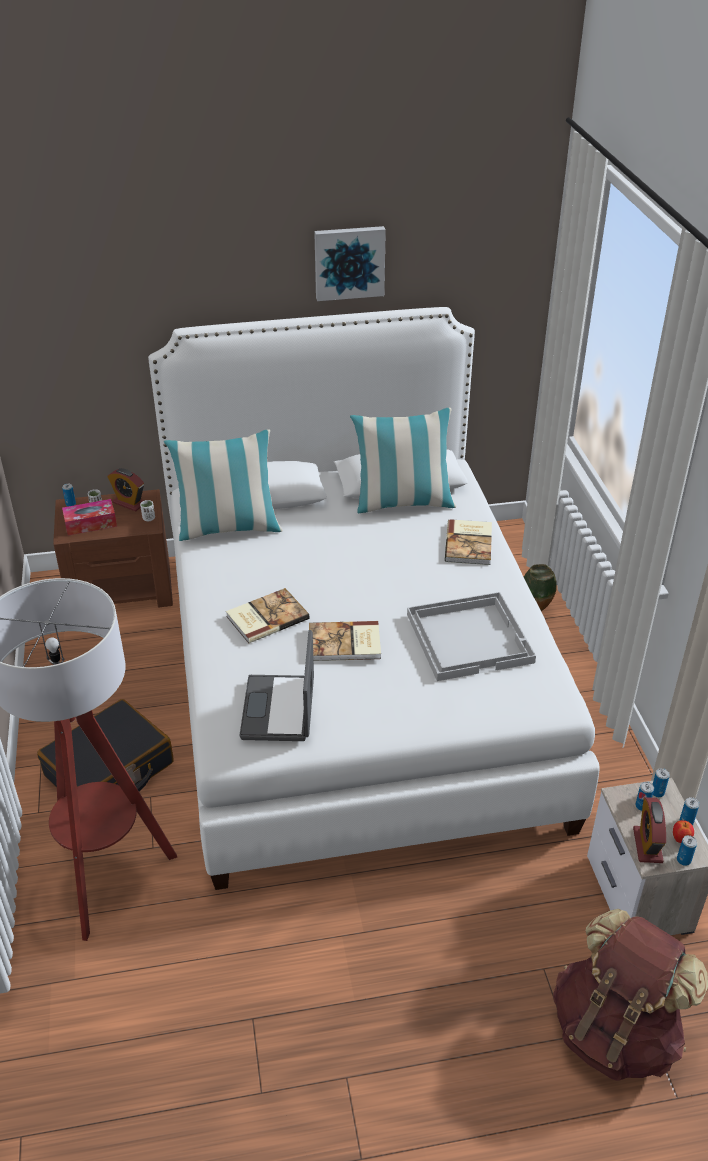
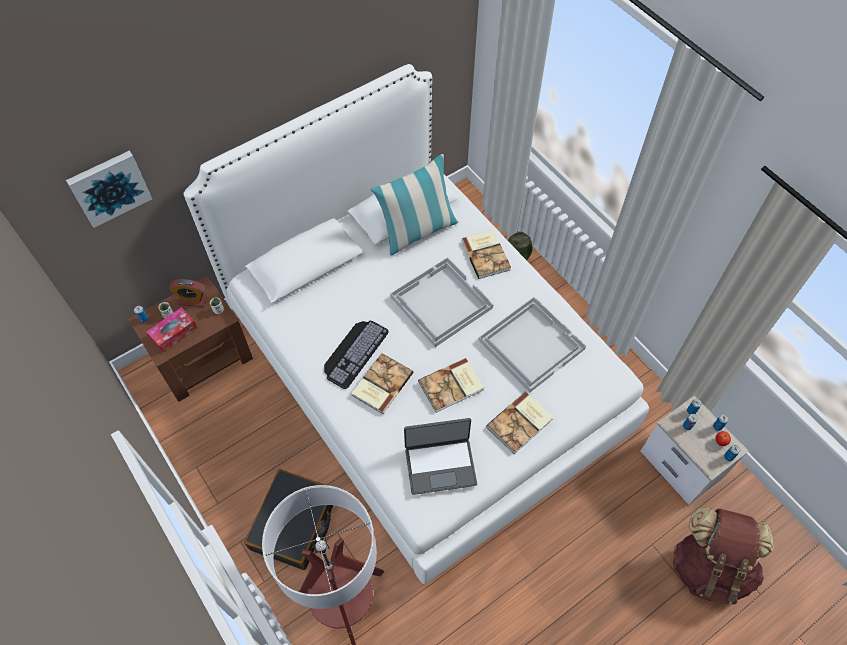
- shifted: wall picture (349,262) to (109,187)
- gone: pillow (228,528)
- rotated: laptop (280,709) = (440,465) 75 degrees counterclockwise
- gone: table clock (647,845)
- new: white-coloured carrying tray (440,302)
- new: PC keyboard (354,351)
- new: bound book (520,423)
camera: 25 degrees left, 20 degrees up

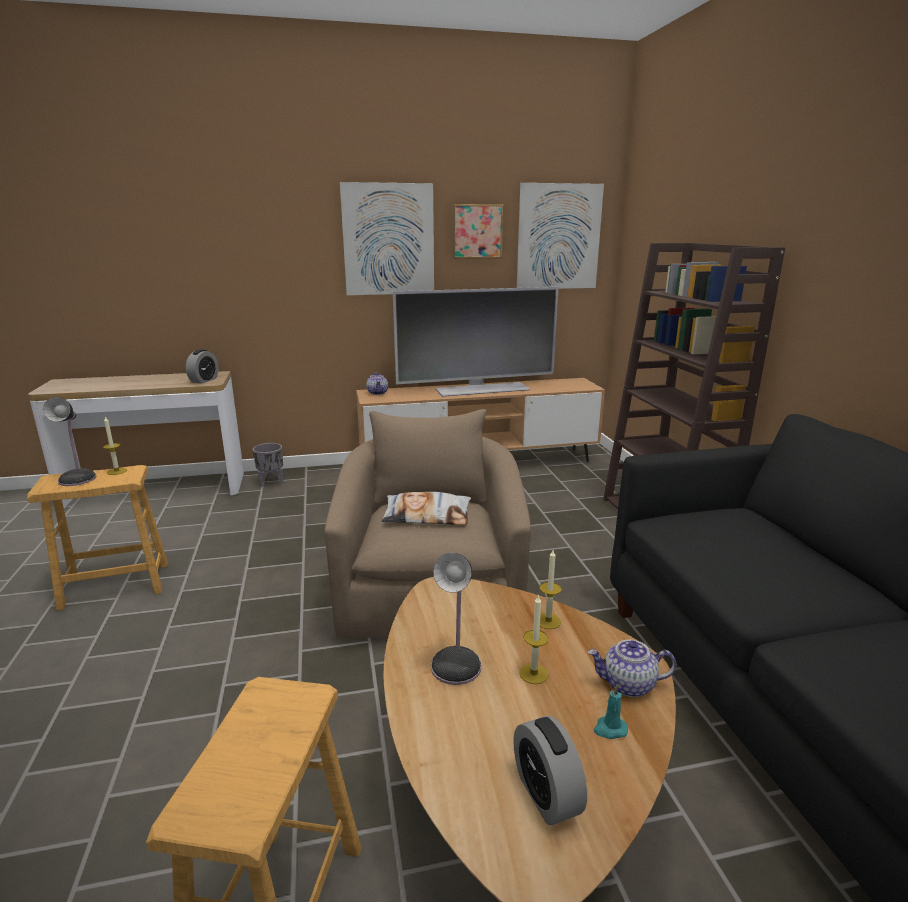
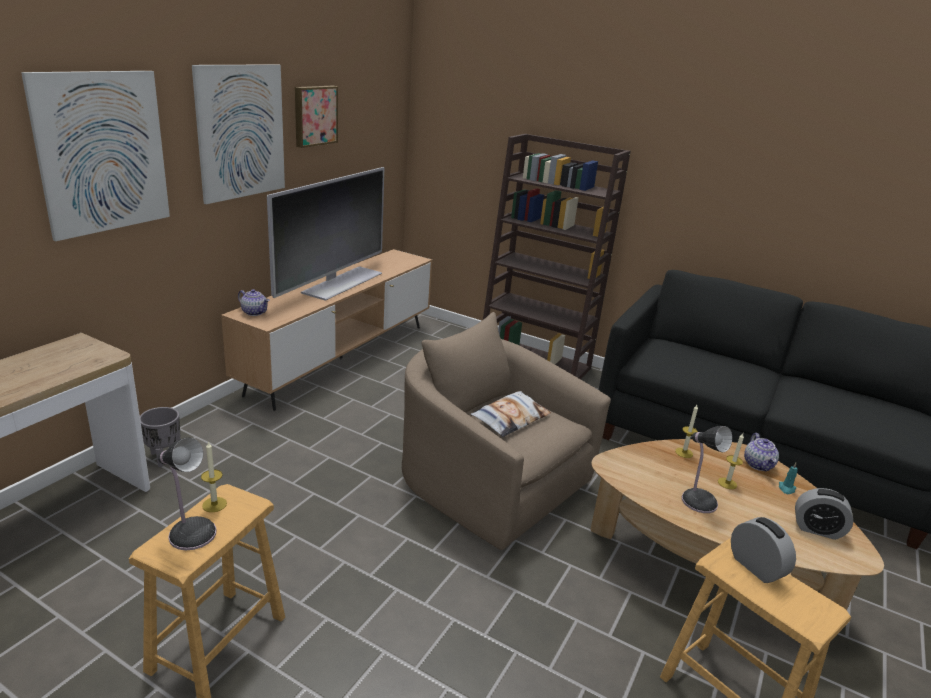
- shifted: wall picture (558,237) to (103,153)
- shifted: table clock (204,380) to (756,567)
- rotated: teapot (628,685) = (758,465) 45 degrees counterclockwise
camera: 50 degrees left, 5 degrees up

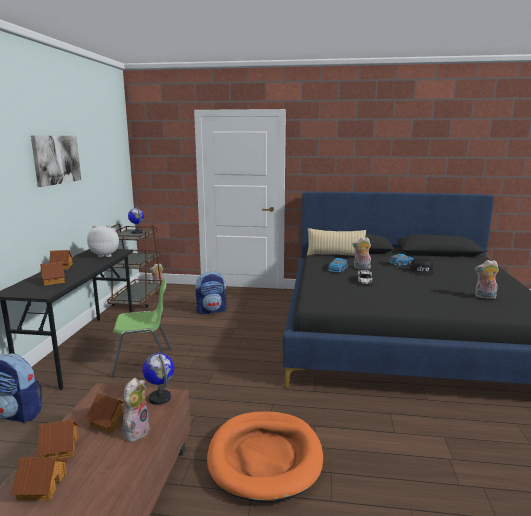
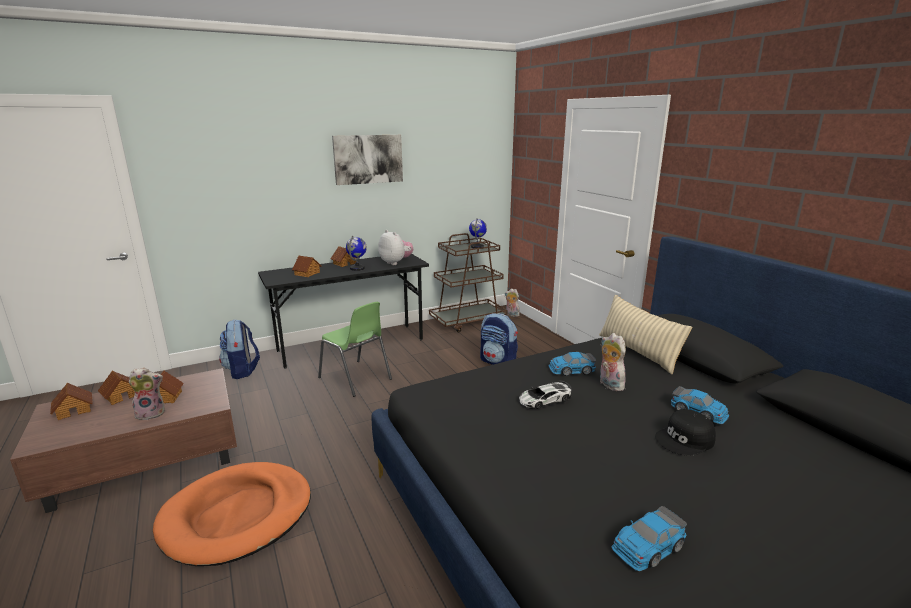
- swapped: plush toy (484,297) to model car (647,547)
- shifted: world globe (160,398) to (357,268)
camera: 55 degrees right, 5 degrees up

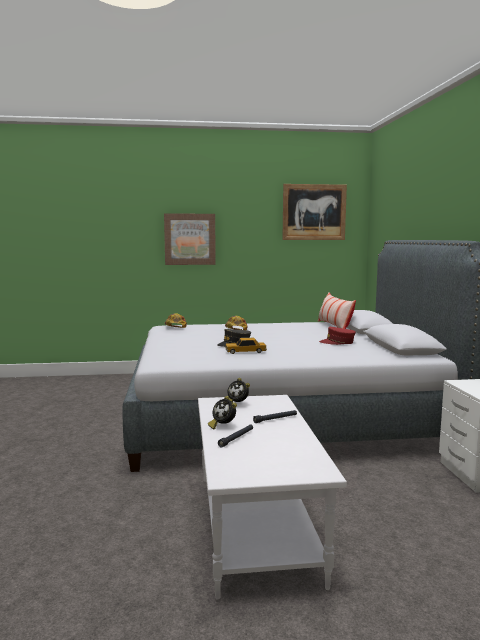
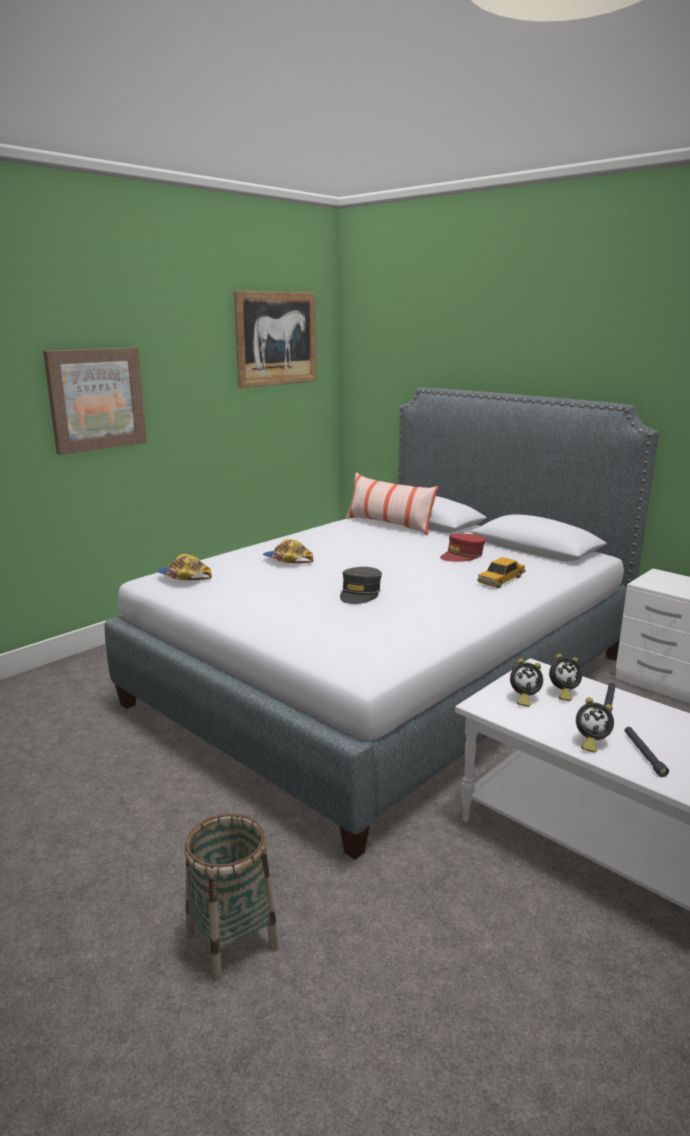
- shifted: model car (245,352) to (501,580)
- new: table clock (562,693)
- new: basket (231,940)
camera: 40 degrees left, 10 degrees up

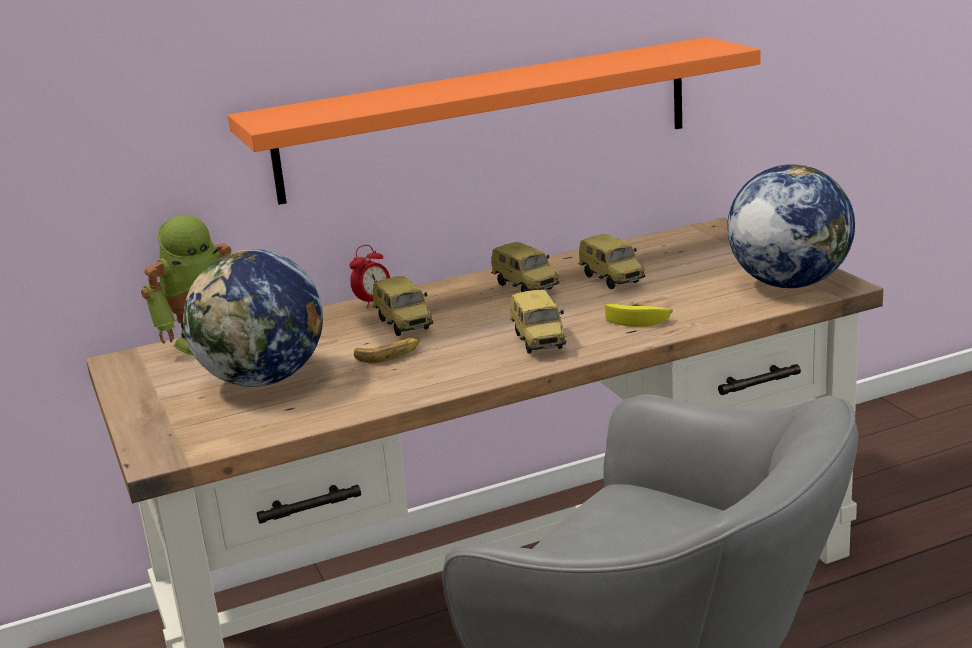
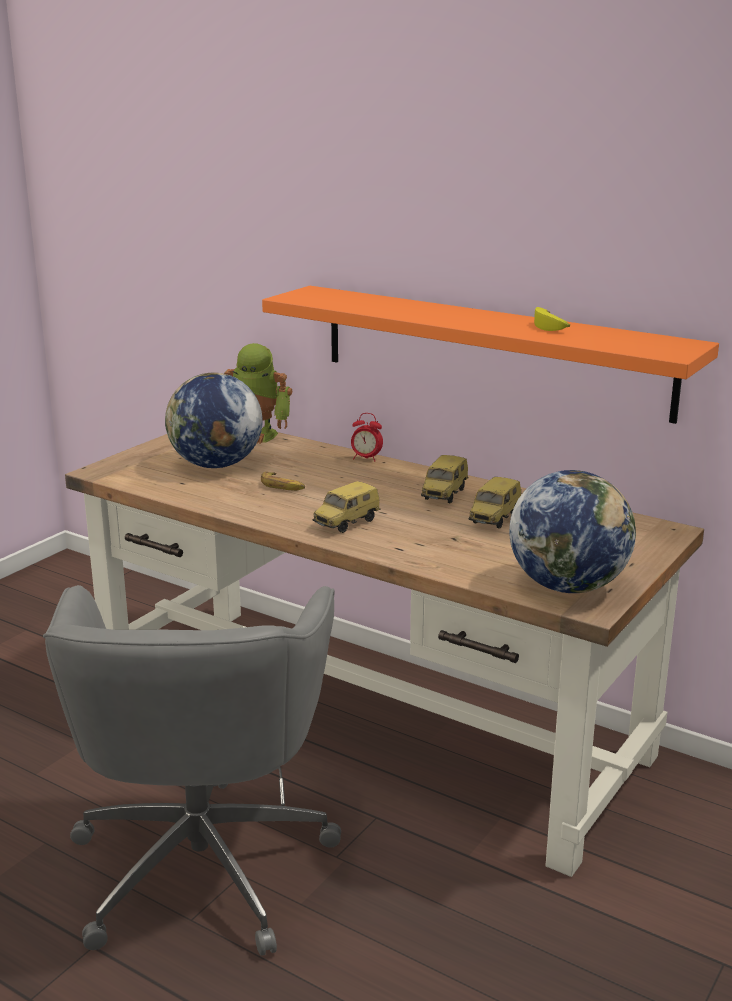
- gone: model car (406,325)
- shifted: banana (638,320) to (551,327)
camera: 55 degrees right, 0 degrees up

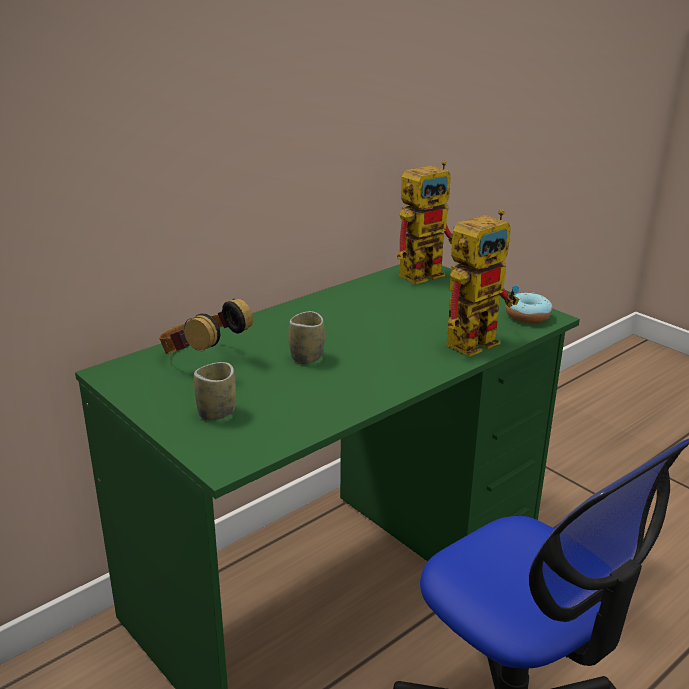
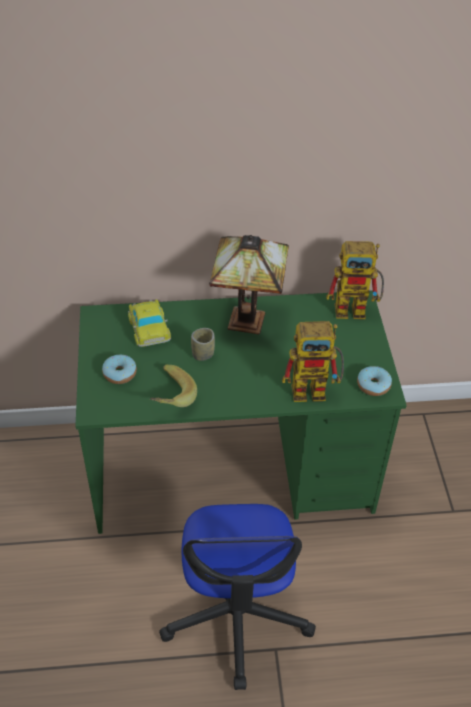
- swapped: headset (203,358) to model car (149,327)
- swapped: drinking cup (216,412) to doughnut (120,373)
- new: lamp for a table (249,320)
- new: banana (168,397)
camera: 35 degrees right, 20 degrees up

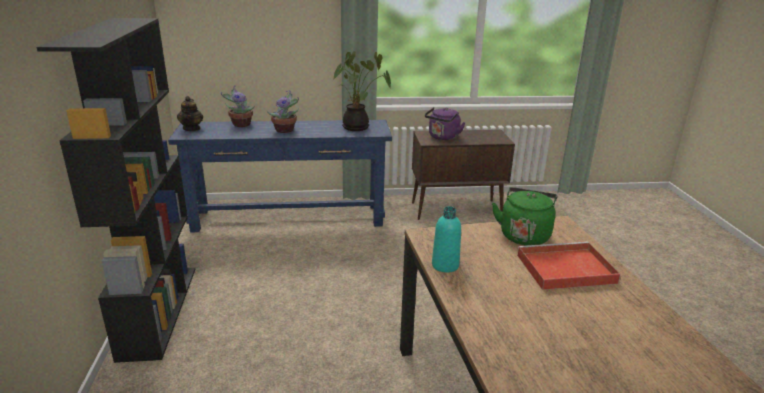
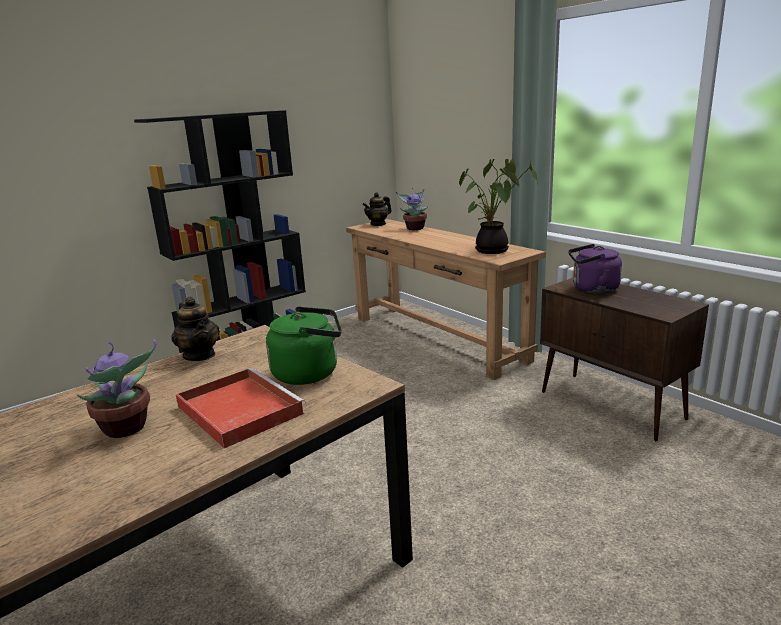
- shifted: potted plant (286,130) to (126,429)
- repainted: blue-coloured console table (289,218) to brownish console table (436,338)
- swapped: turquoise-coloured drink bottle (445,265) to teapot (200,355)
camera: 60 degrees right, 5 degrees down

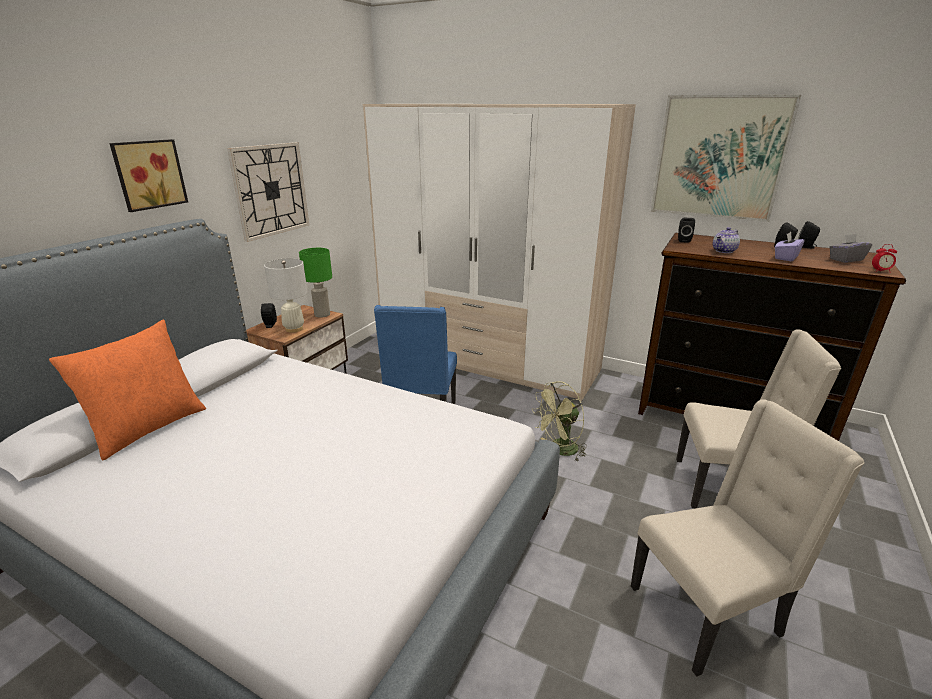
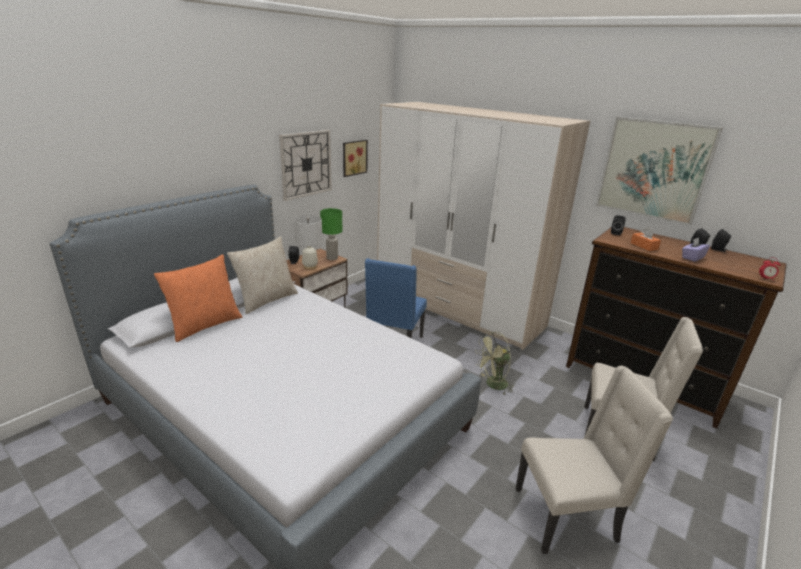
- shifted: wall picture (148,174) to (353,157)
- swapped: teapot (724,251) to orange tissue box (644,246)
- gone: greyish tissue box (845,259)
- new: beige-coloured pillow (266,300)
camera: 10 degrees right, 0 degrees up

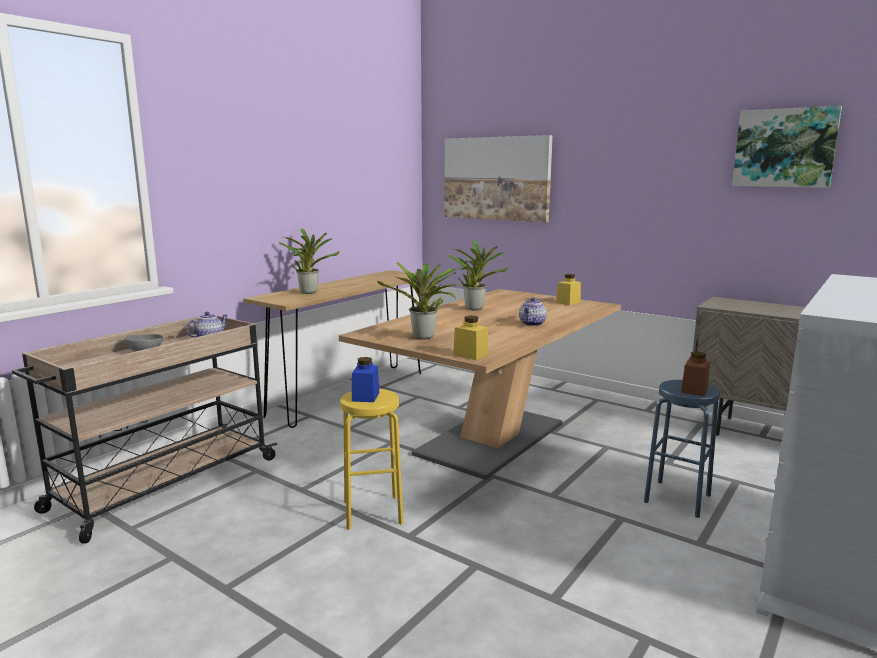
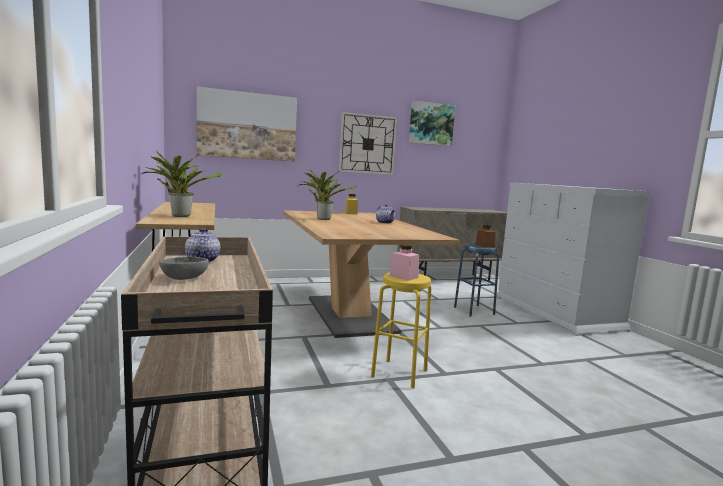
- gone: potted plant (424,338)
- gone: yellow jar (470,355)
- repainted: blue-coloured jar (365,396) to pink-coloured jar (403,277)
- new: wall clock (367,144)
camera: 55 degrees left, 5 degrees down

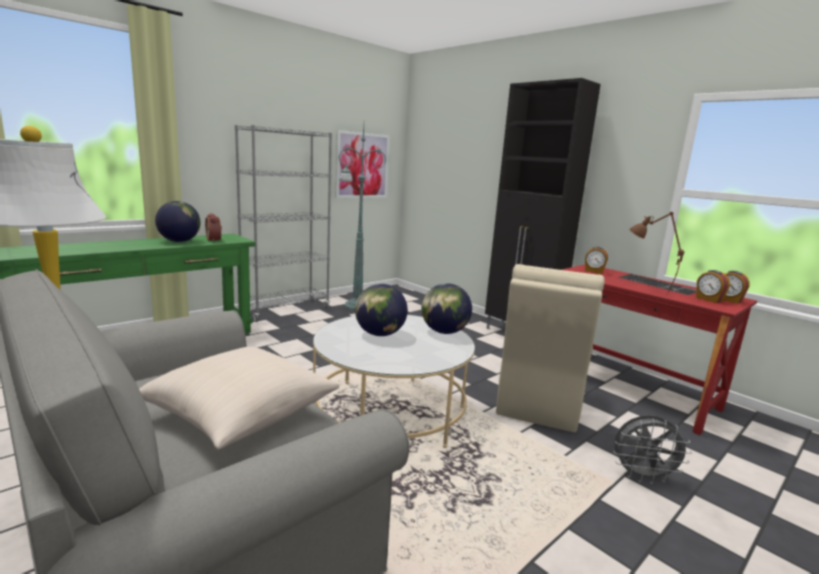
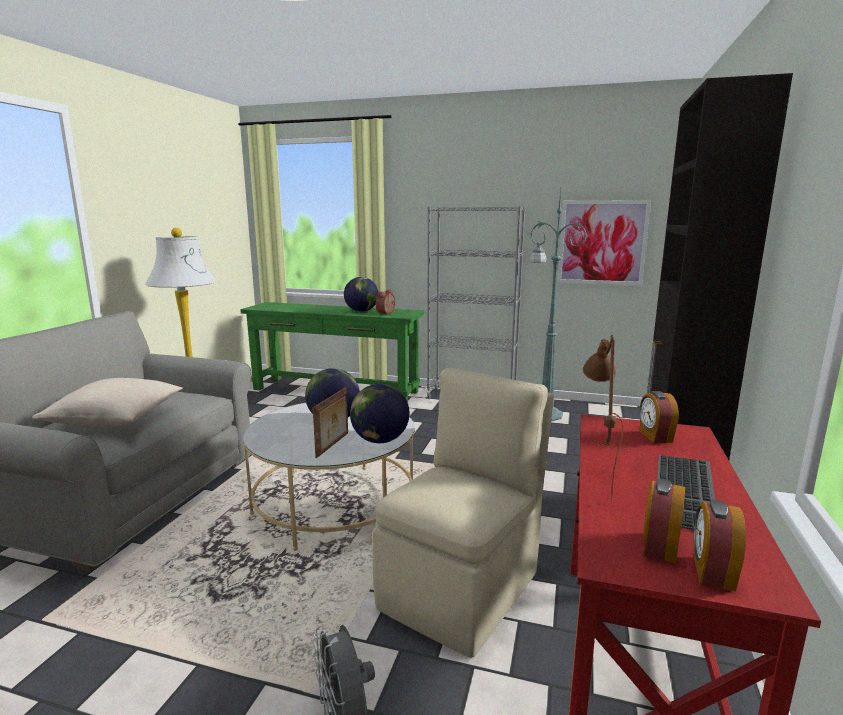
- rotated: beige-coloured plain chair (538,402) = (463,588) 135 degrees clockwise
- new: standing frame (333,445)
camera: 60 degrees right, 0 degrees up

